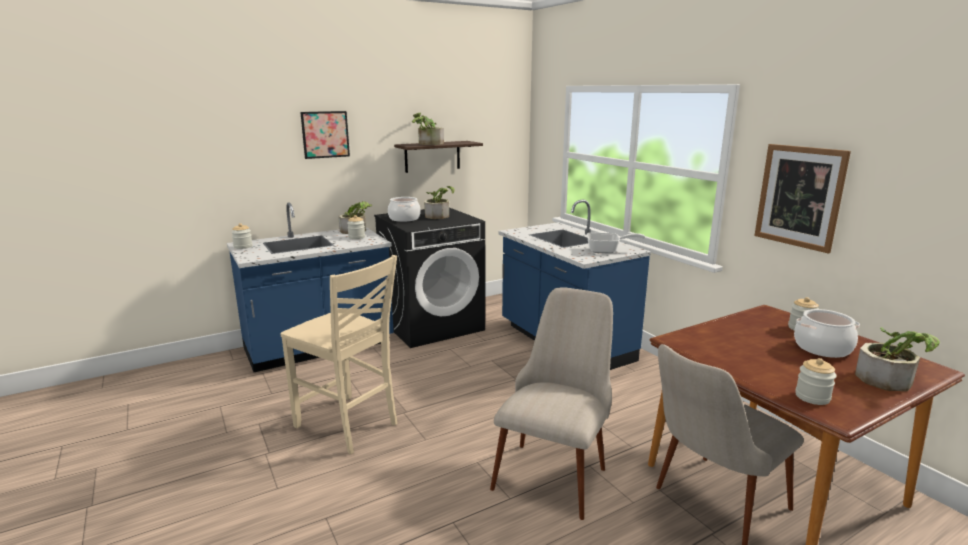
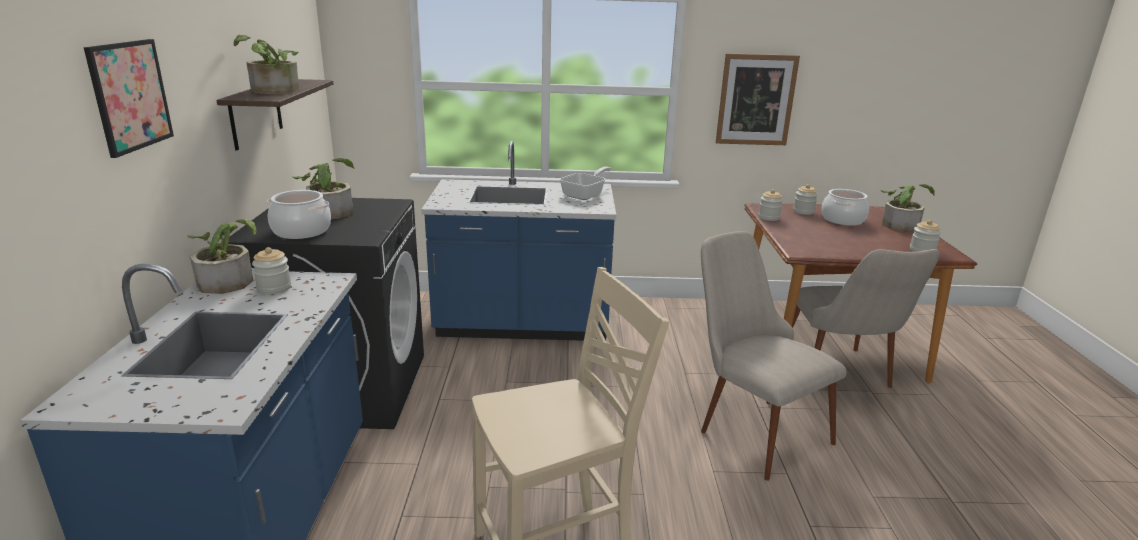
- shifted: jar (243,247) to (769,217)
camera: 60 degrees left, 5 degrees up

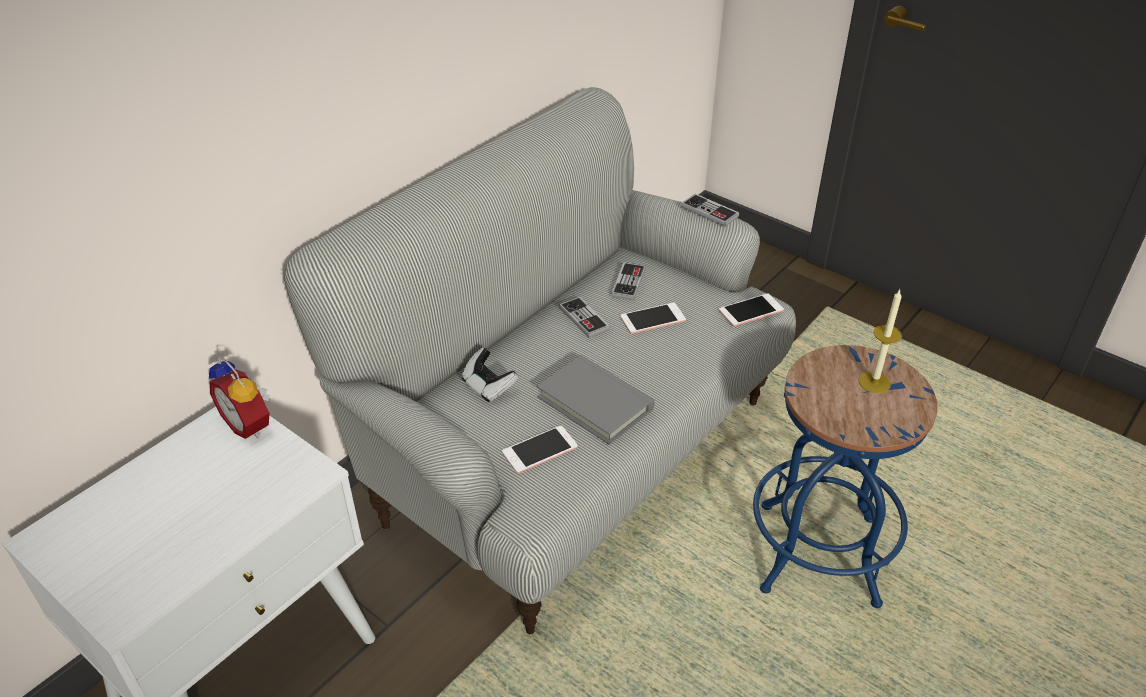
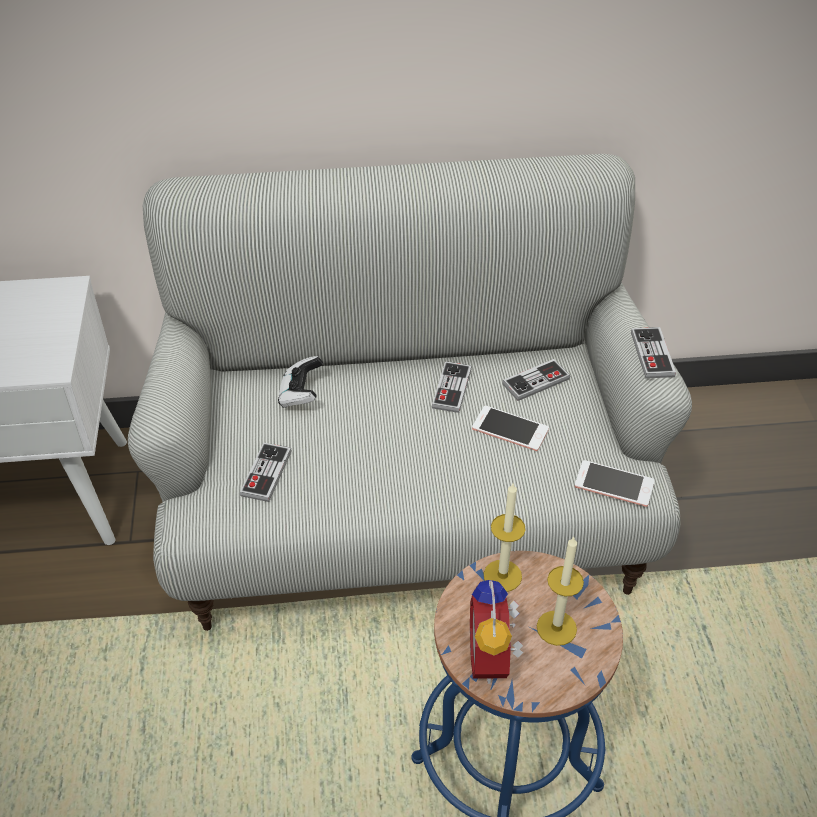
- gone: greyish bound book (595,403)
- shifted: table clock (251,424) to (493,658)
- swapped: handset (539,450) to gamepad (266,473)
- new: candle (502,576)
camera: 45 degrees right, 5 degrees up

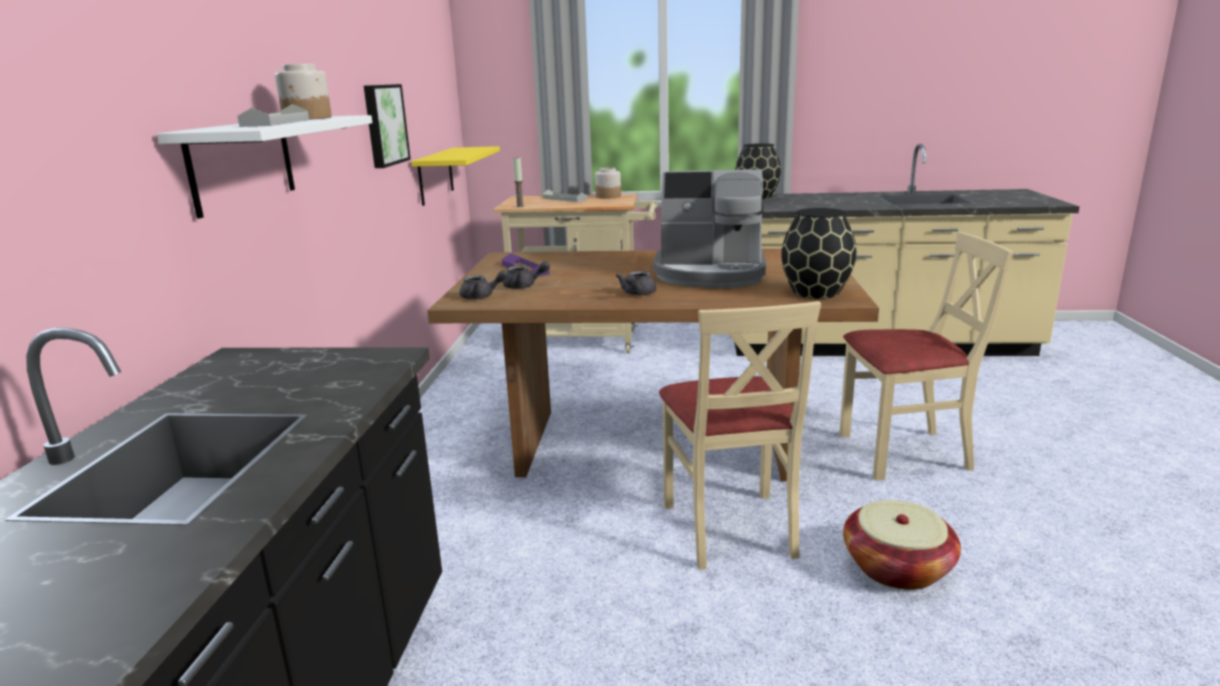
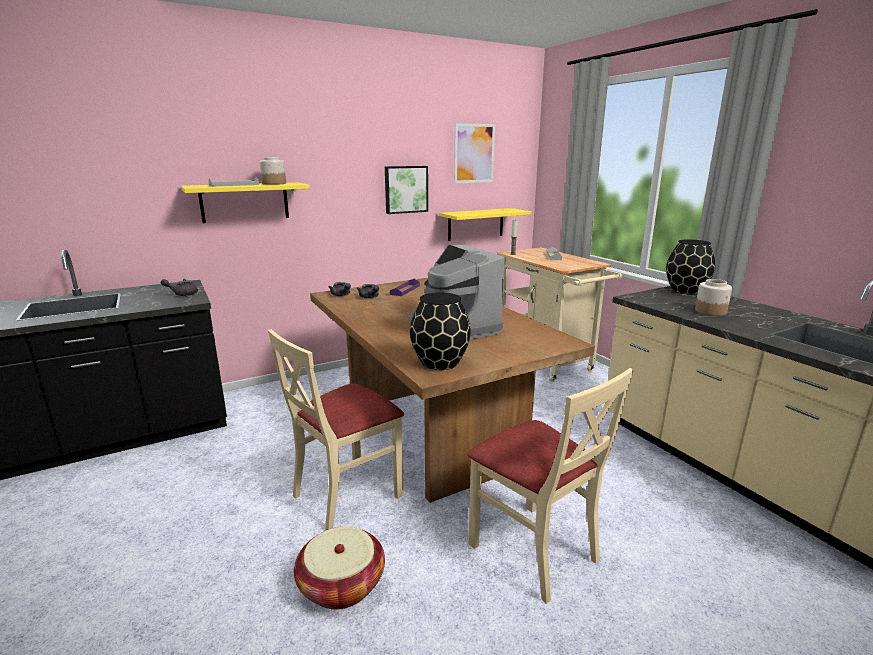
- repainted: white-coloured wall shelf (242,164) to yellow wall shelf (245,202)
- shifted: jar (608,196) to (711,311)
- shifted: greyish teapot (637,294) to (182,294)
- new: wall picture (474,153)
camera: 55 degrees right, 0 degrees up

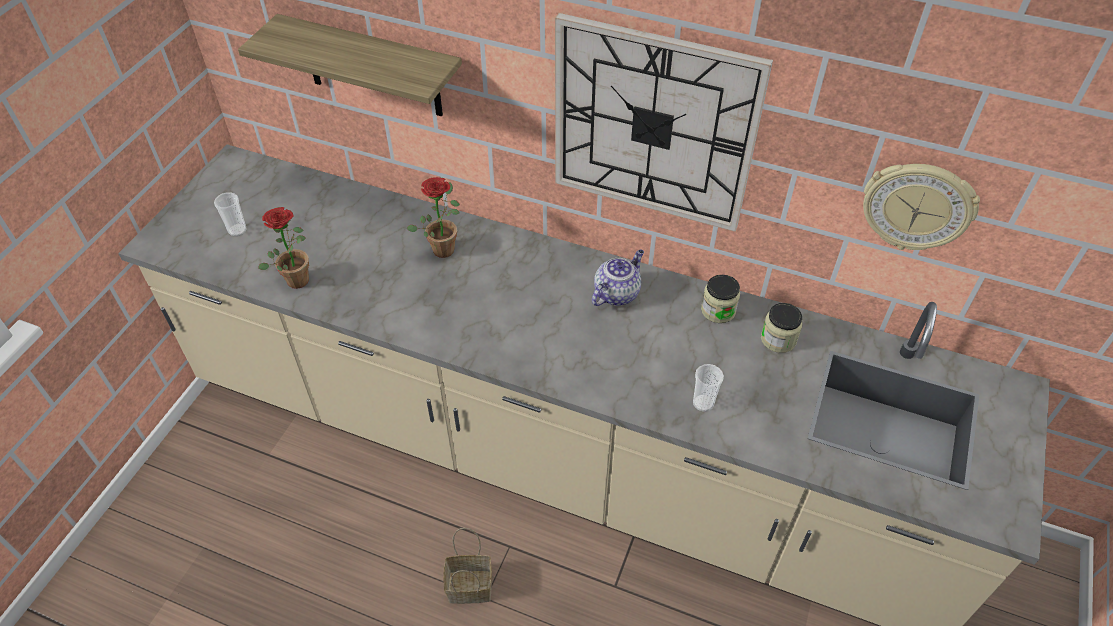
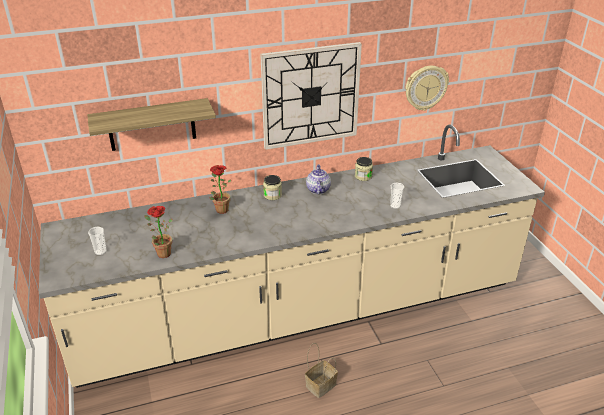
- shifted: jar (778,339) to (272,195)
camera: 40 degrees left, 15 degrees down

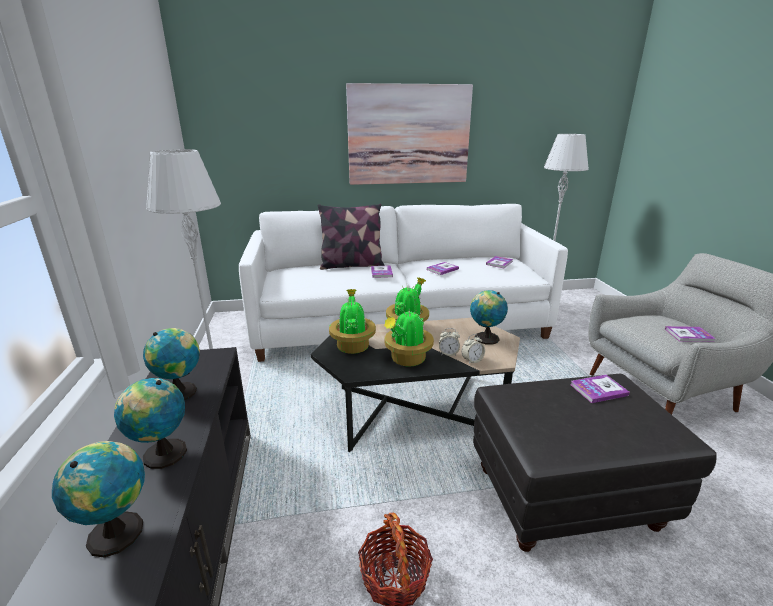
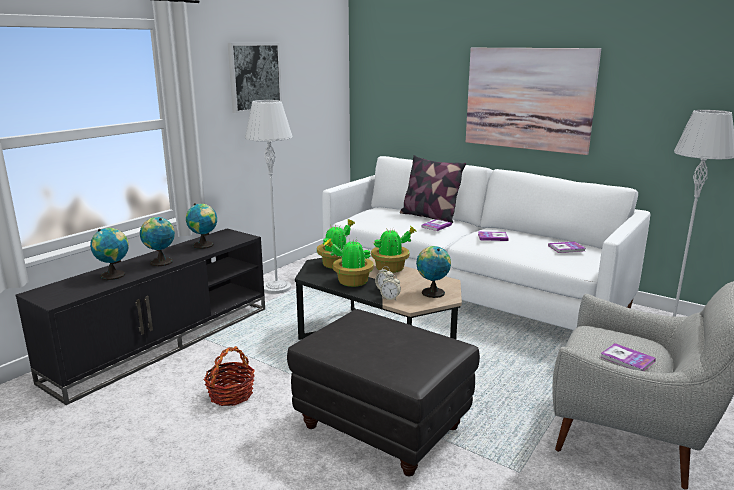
- gone: bound book (598,390)
- new: wall picture (254,77)
camera: 45 degrees right, 5 degrees down

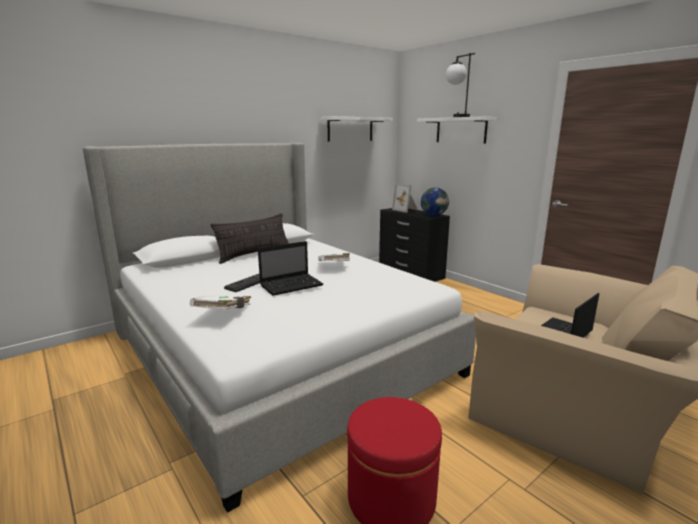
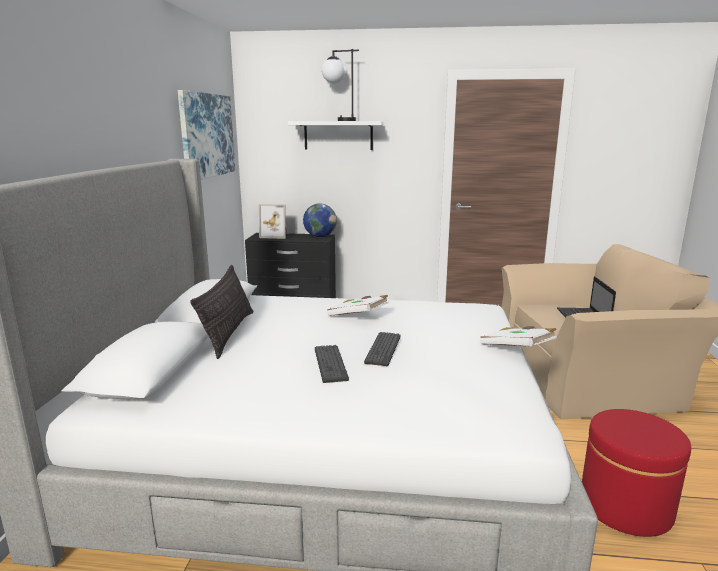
- swapped: white-coloured wall shelf (350,129) to wall picture (207,135)
- swapped: laptop (292,285) to PC keyboard (383,349)
- shifted: white-coloured bound book (224,313) to (517,349)
camera: 45 degrees left, 0 degrees up

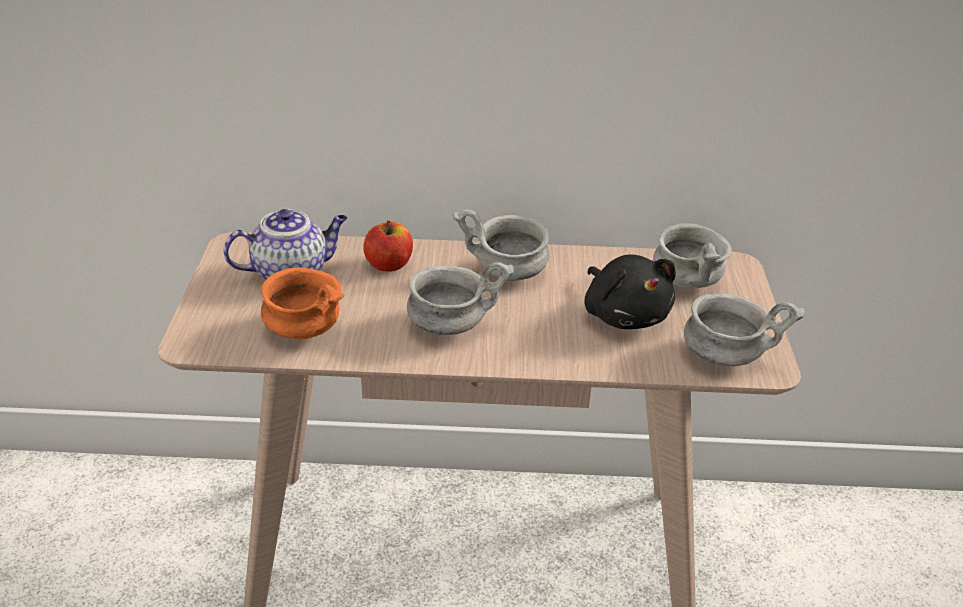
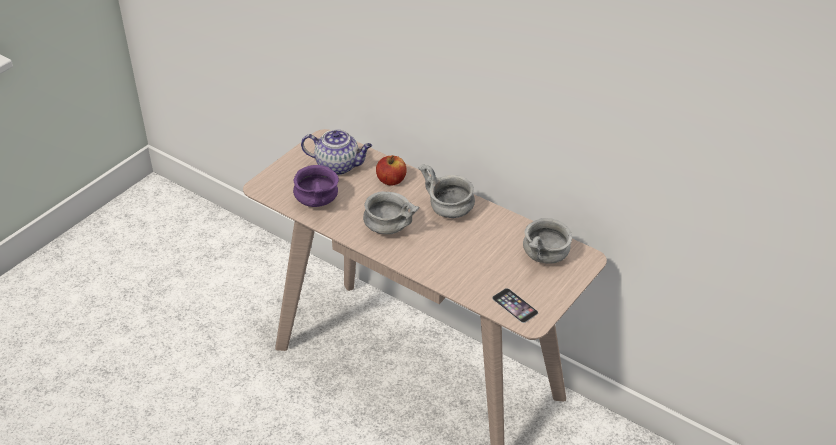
- gone: black plush toy (624,314)
- repainted: orange serving bowl (306,330) to purple serving bowl (318,201)
- swapped: greyish serving bowl (724,355) to handset (515,305)
camera: 35 degrees right, 5 degrees up

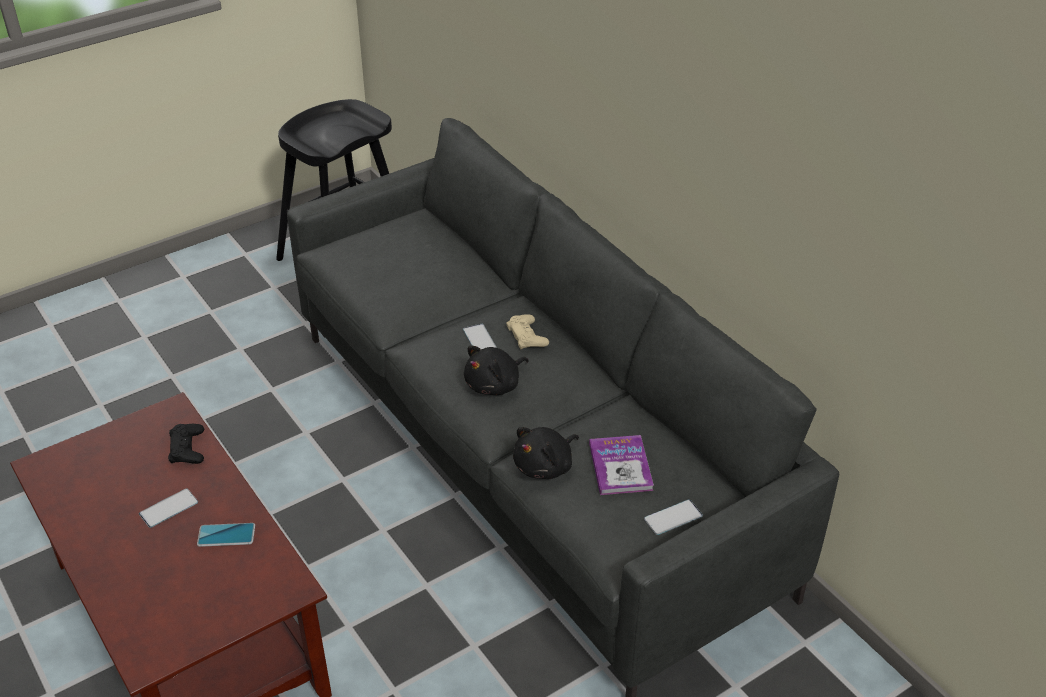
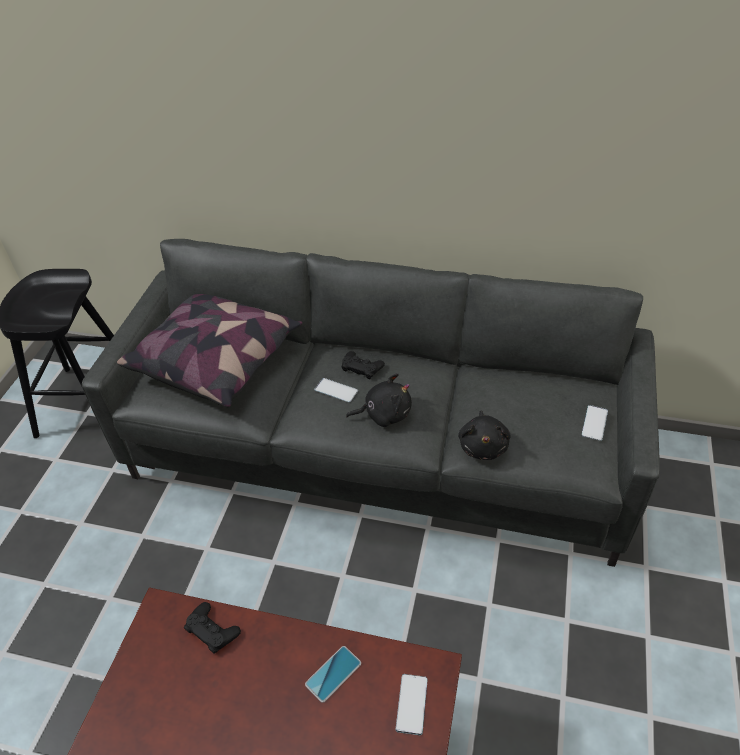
- repainted: beige-coloured gamepad (527,336) to black gamepad (362,367)
- rotated: black plush toy (495,385) = (384,414) 105 degrees counterclockwise
- gone: bound book (620,467)
- shifted: handset (168,508) to (411,704)
- new: pillow (217,360)
camera: 40 degrees left, 5 degrees up

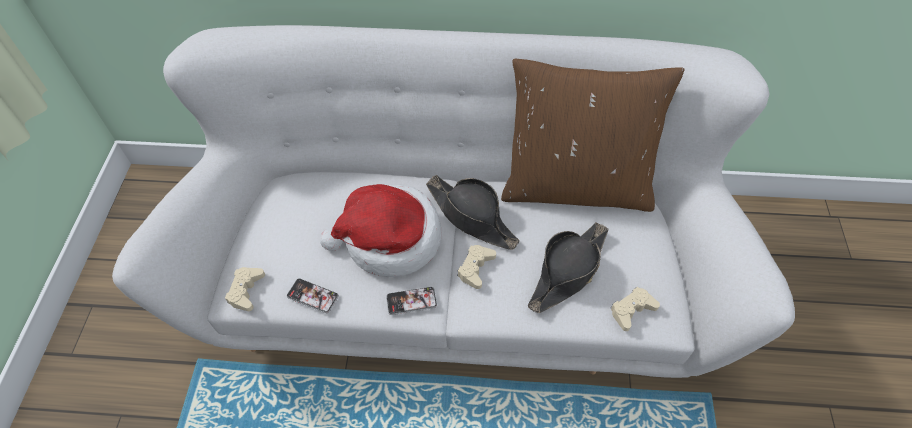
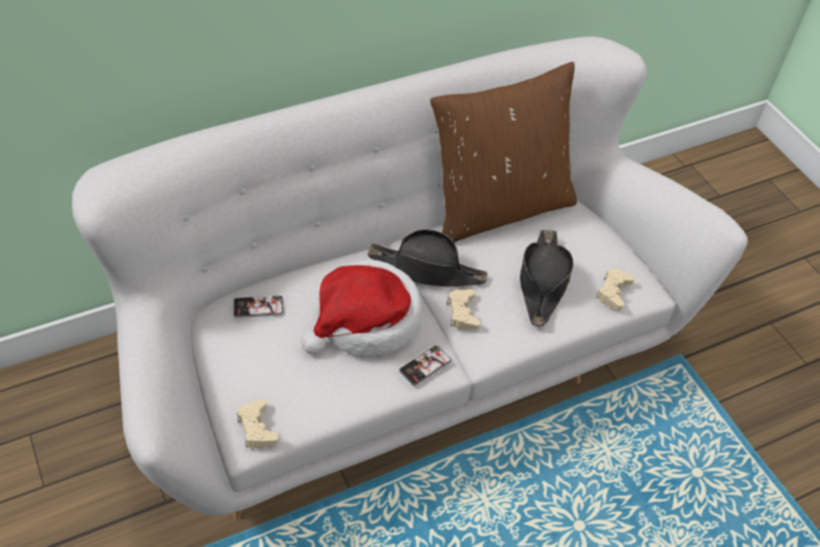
- shifted: handset (312,296) to (258,307)
camera: 35 degrees left, 5 degrees down

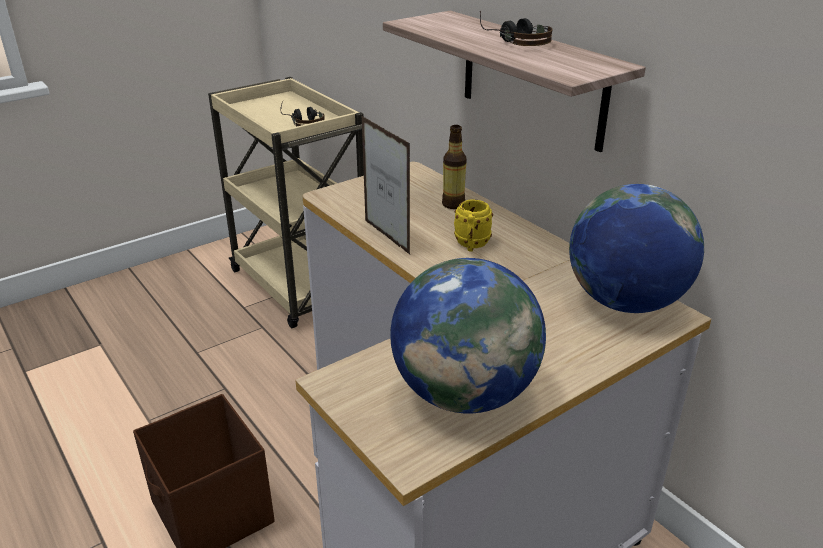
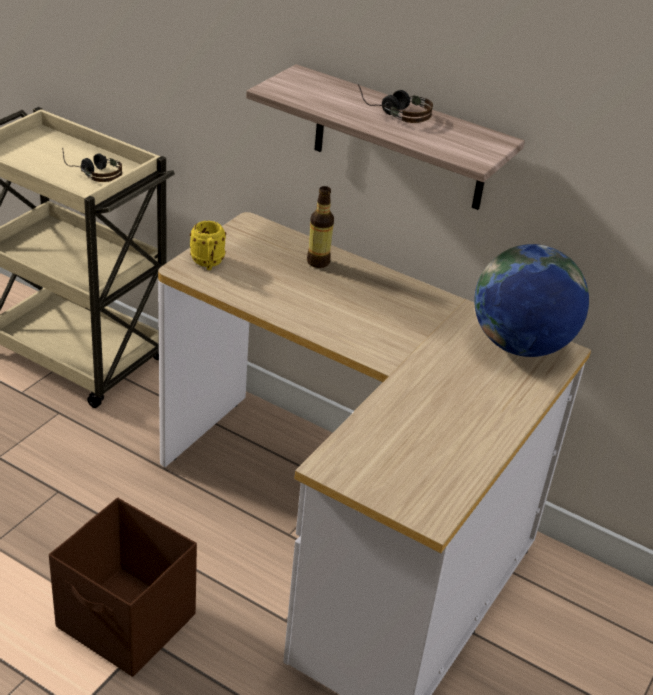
- gone: standing frame (386,237)
- shifted: yellow tea mug (471,245) to (208,264)
- gone: world globe (465,393)
camera: 25 degrees left, 5 degrees up

